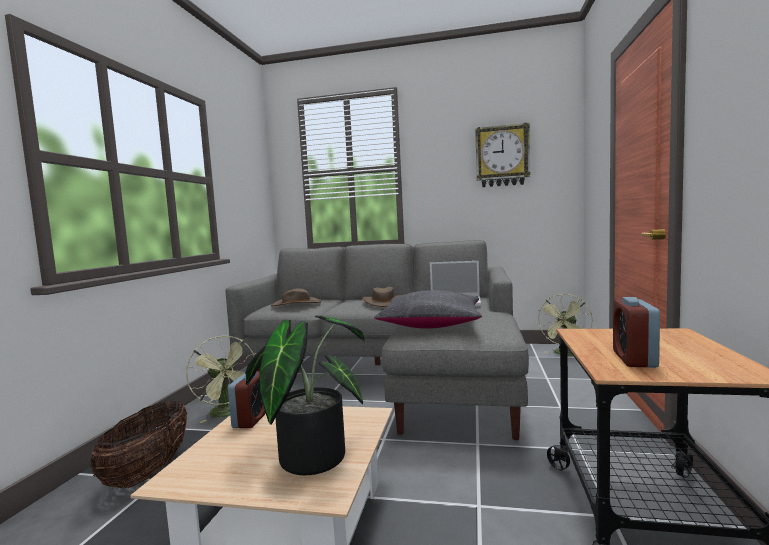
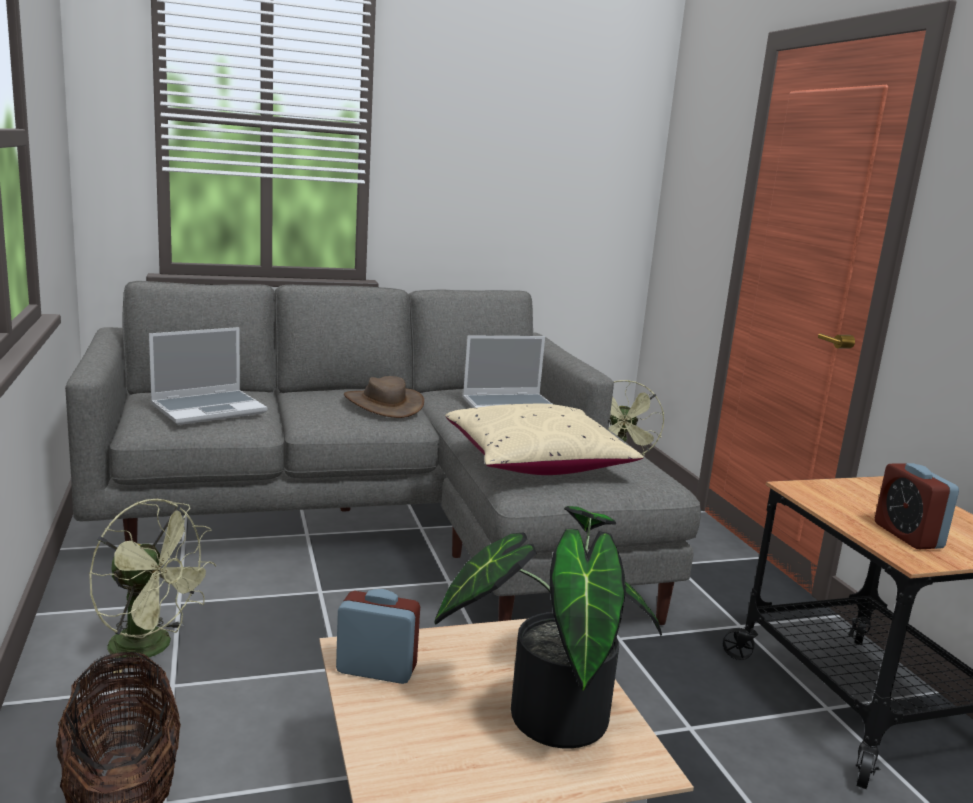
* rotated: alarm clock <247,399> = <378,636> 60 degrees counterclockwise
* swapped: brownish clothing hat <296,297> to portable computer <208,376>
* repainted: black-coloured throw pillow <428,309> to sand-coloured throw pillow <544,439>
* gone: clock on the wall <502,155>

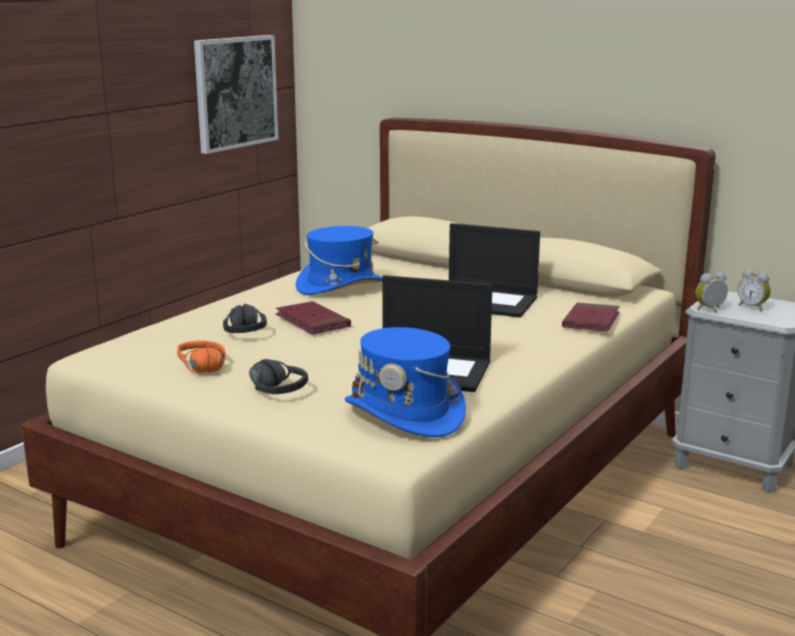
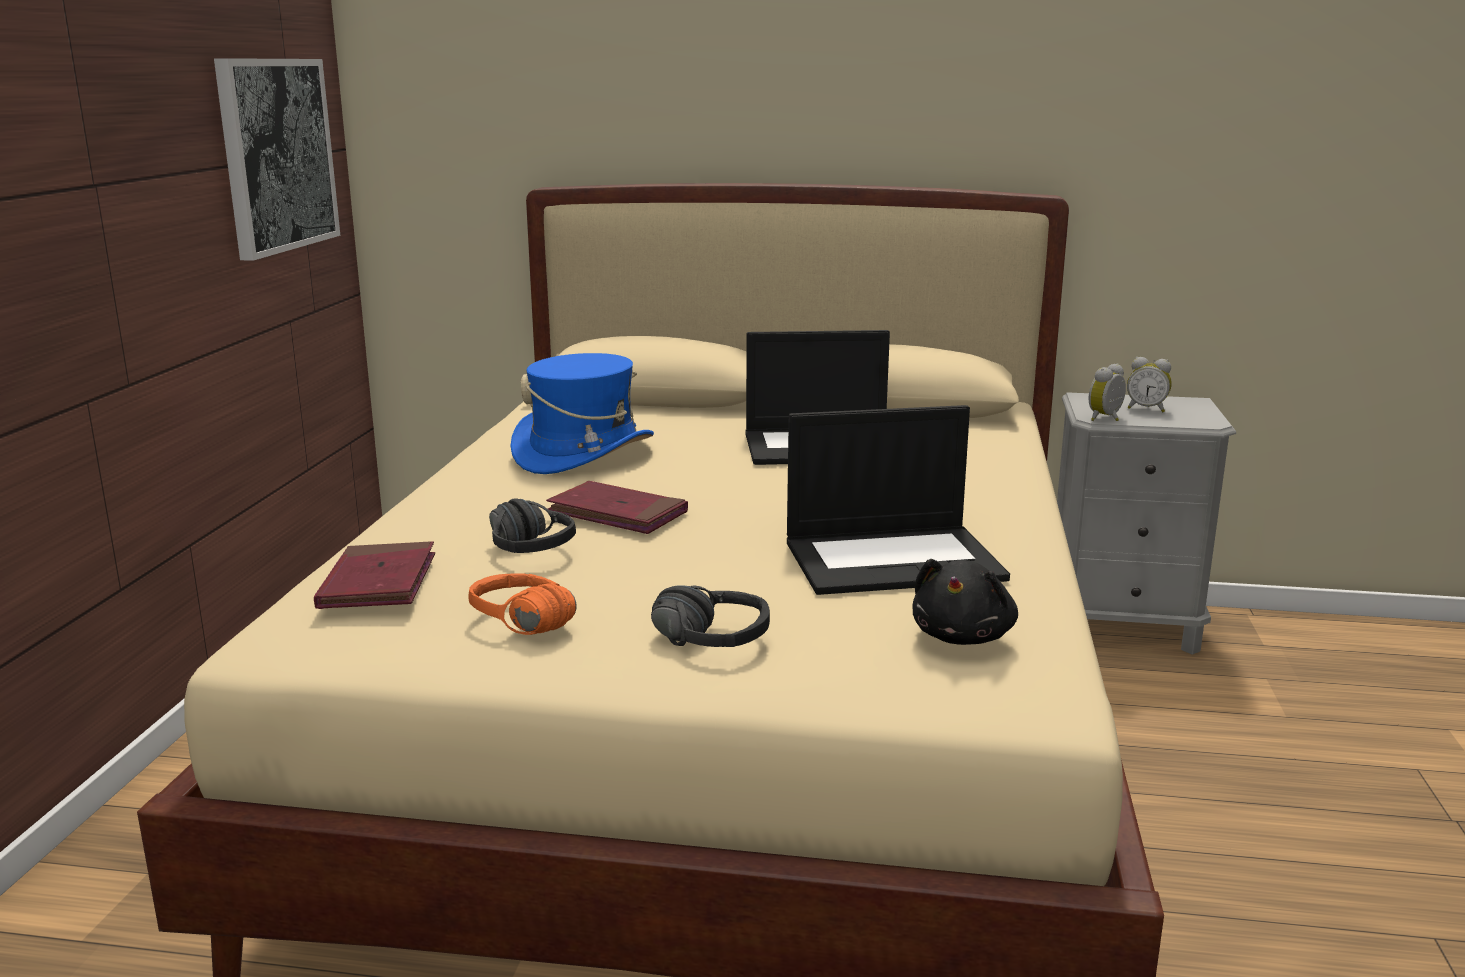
* swapped: blue clothing hat <405,382> to black-coloured cuddly toy <965,602>
* shifted: red-coloured bound book <591,317> to <374,575>

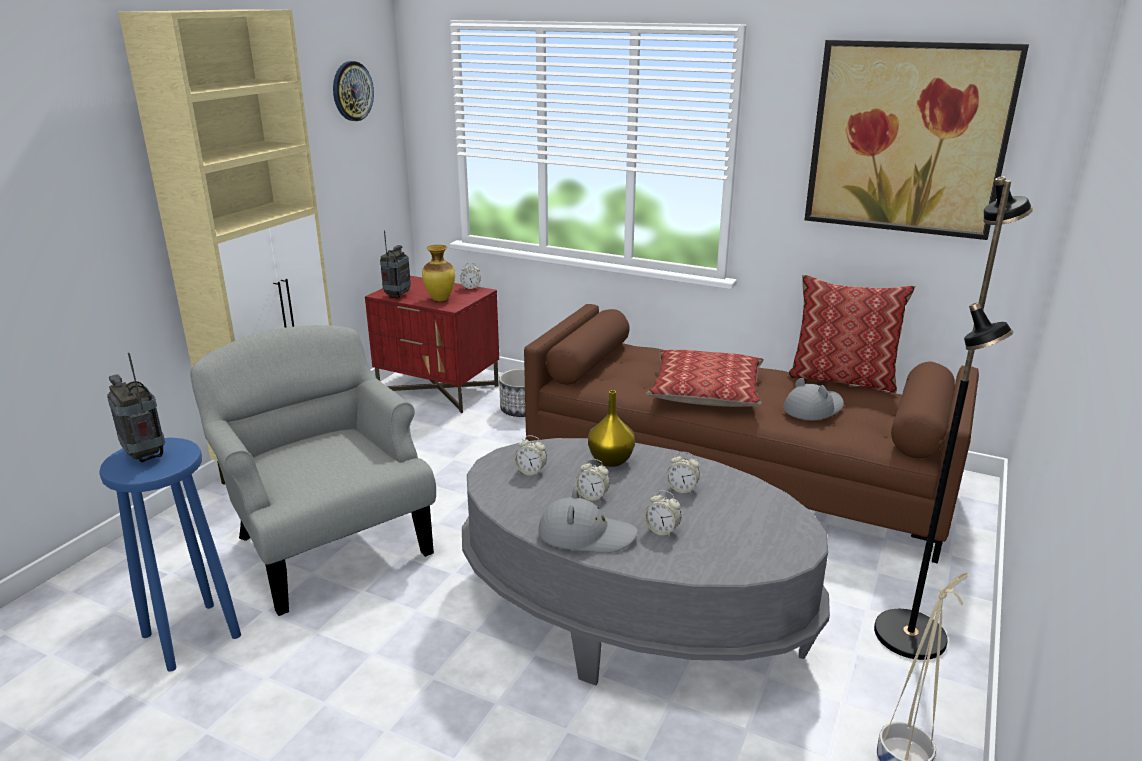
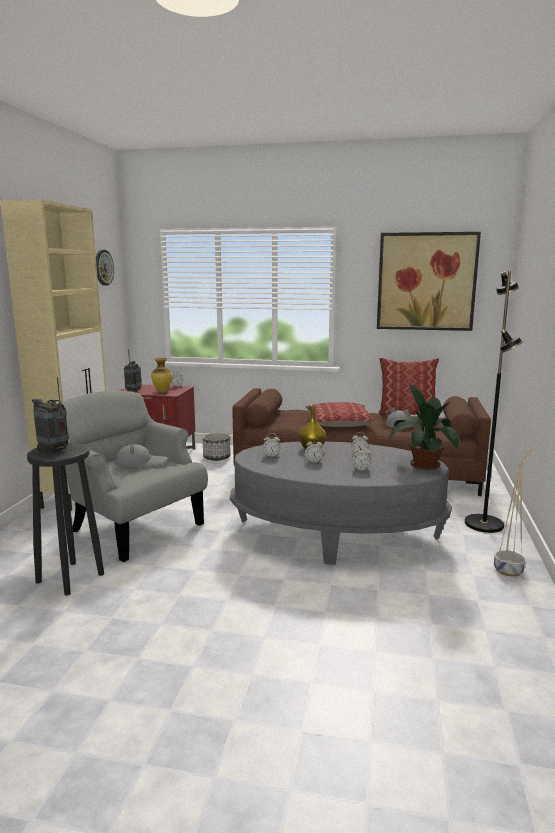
* repainted: blue stool seat <170,555> to black-coloured stool seat <65,519>
* shifted: greyish clothing hat <588,520> to <141,453>
* new: houseplant <424,427>

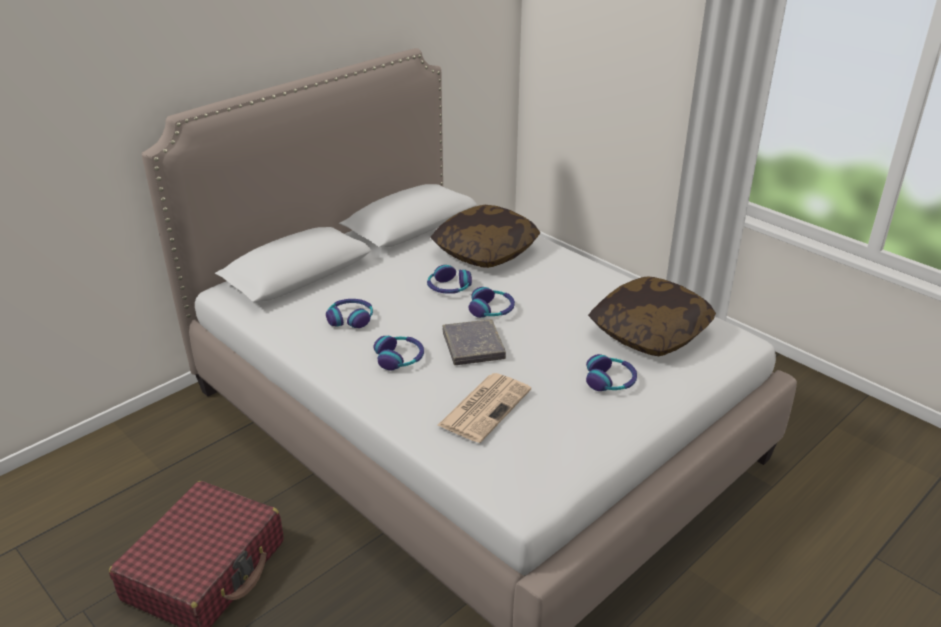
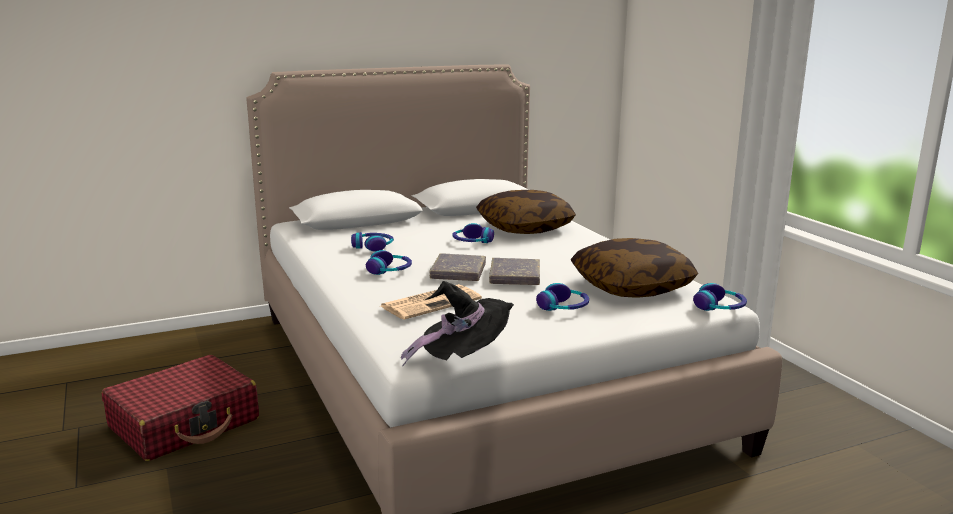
* shifted: headphones <491,302> to <720,297>
* new: black-coloured clothing hat <457,323>
* new: greyish bound book <514,271>

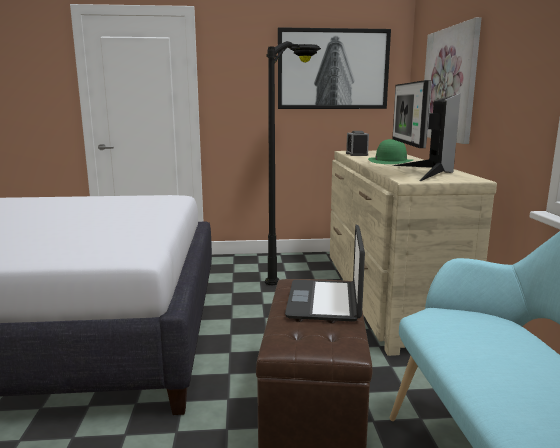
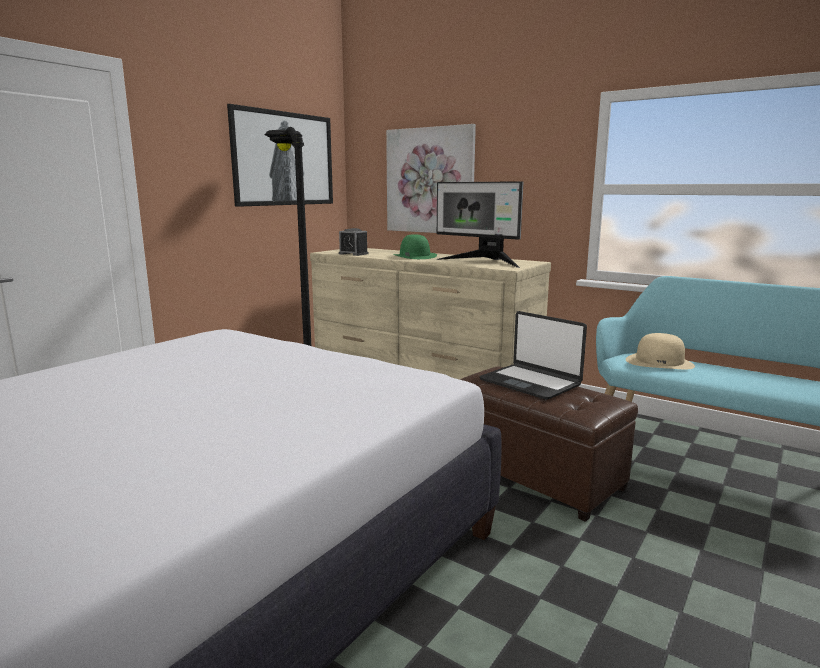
* new: sand-coloured clothing hat <660,351>

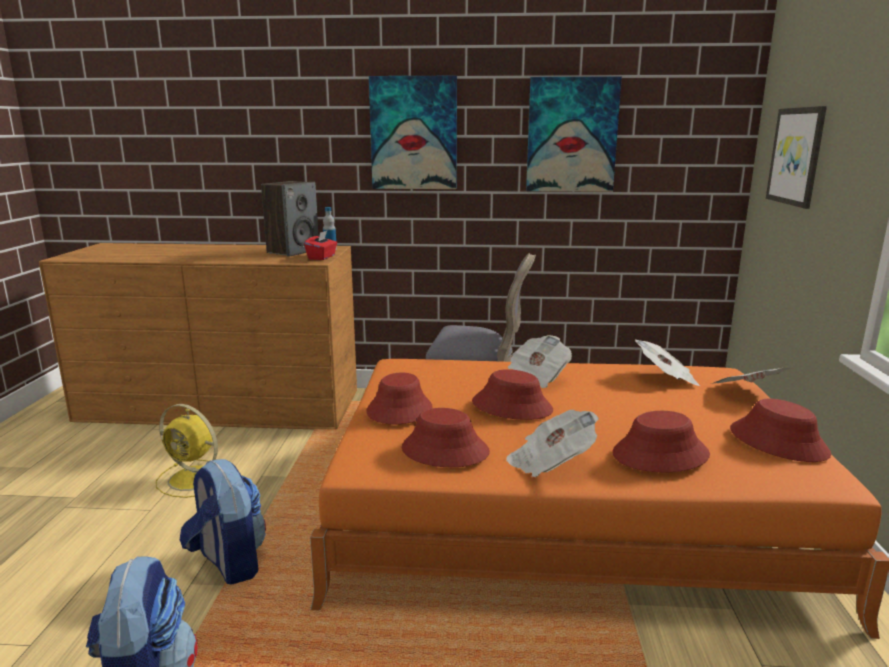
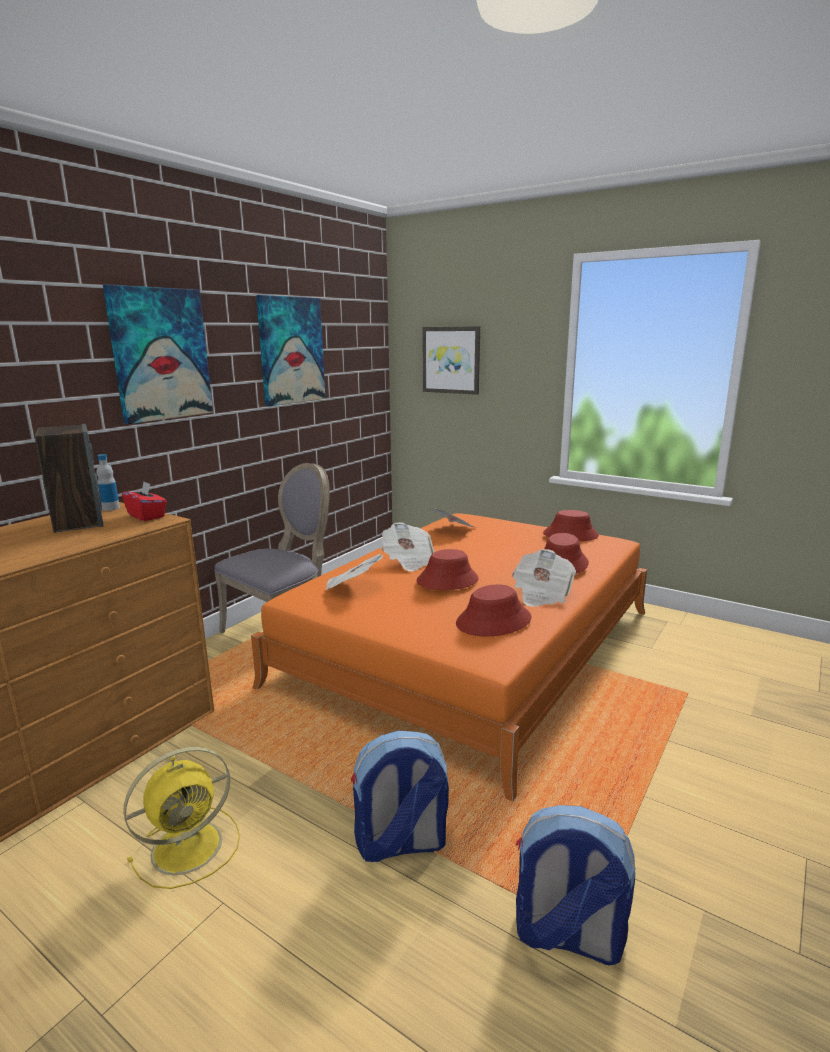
* gone: red-coloured clothing hat <399,398>
* shifted: newspaper <751,376> to <353,572>

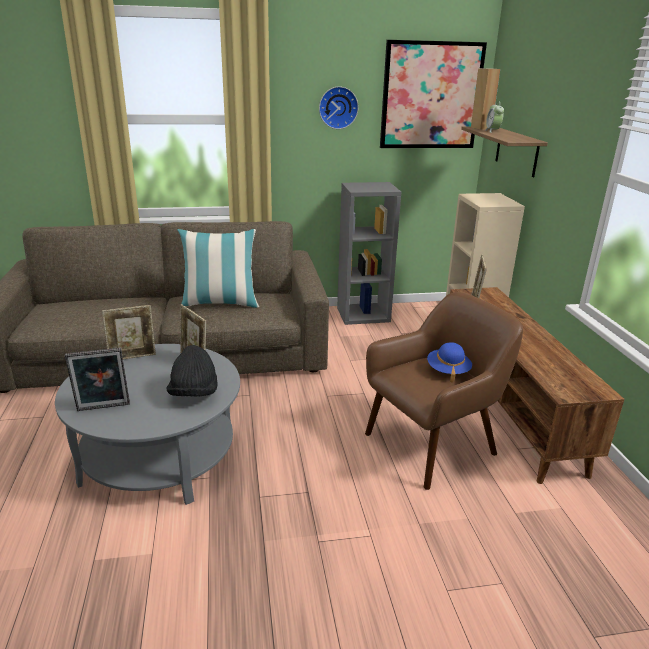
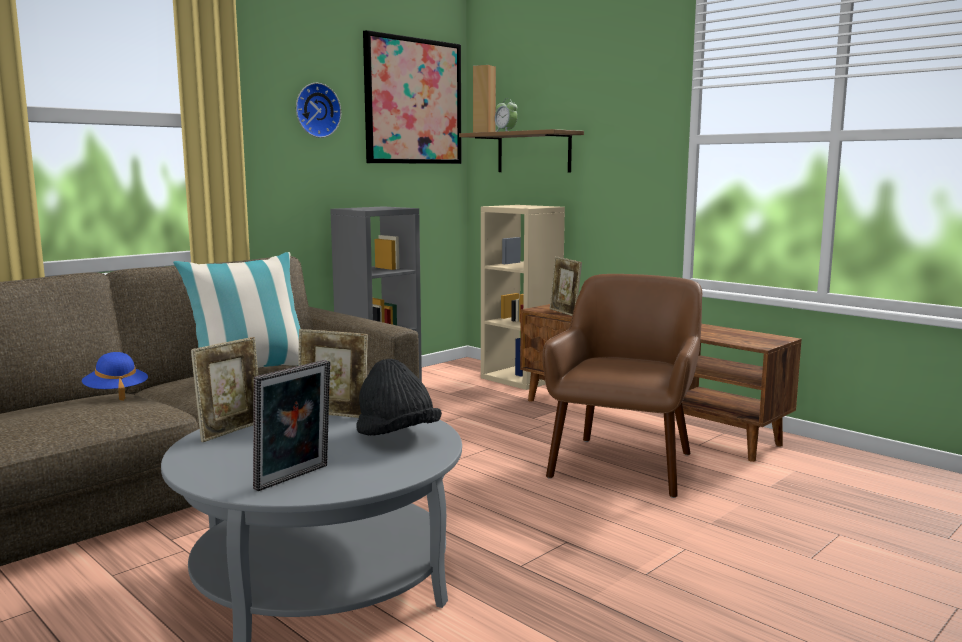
* shifted: blue clothing hat <449,362> to <115,376>

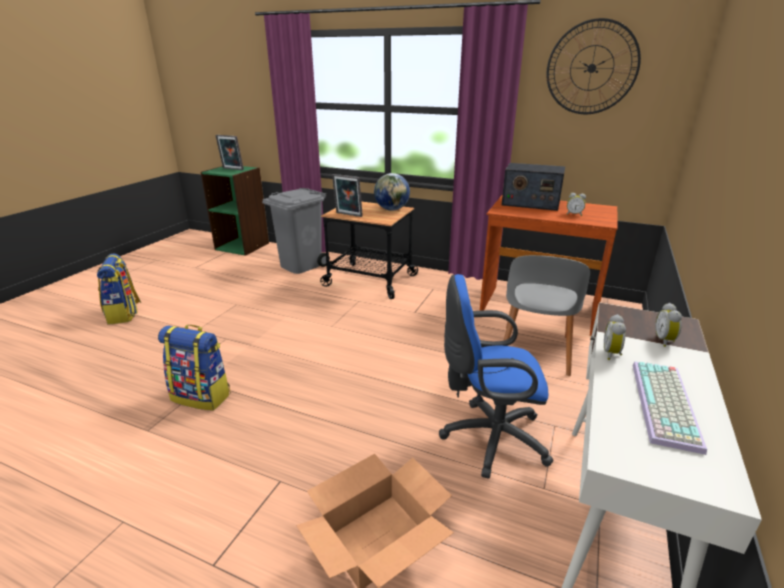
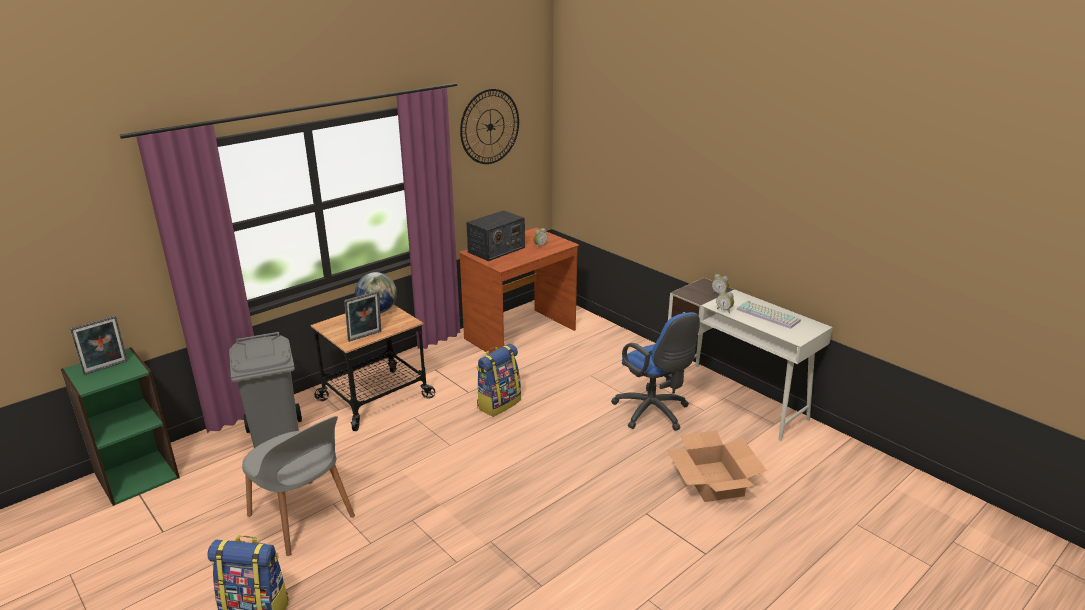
* shifted: knapsack <194,368> to <498,380>
* rotated: blue office chair <496,376> = <655,371> 60 degrees counterclockwise
* shifted: greyish chair <546,315> to <298,486>

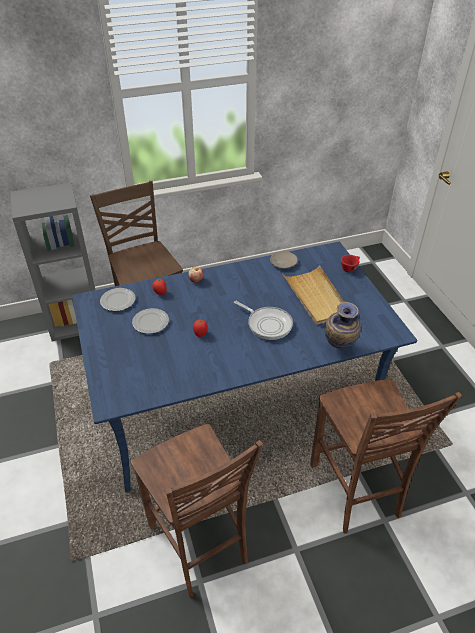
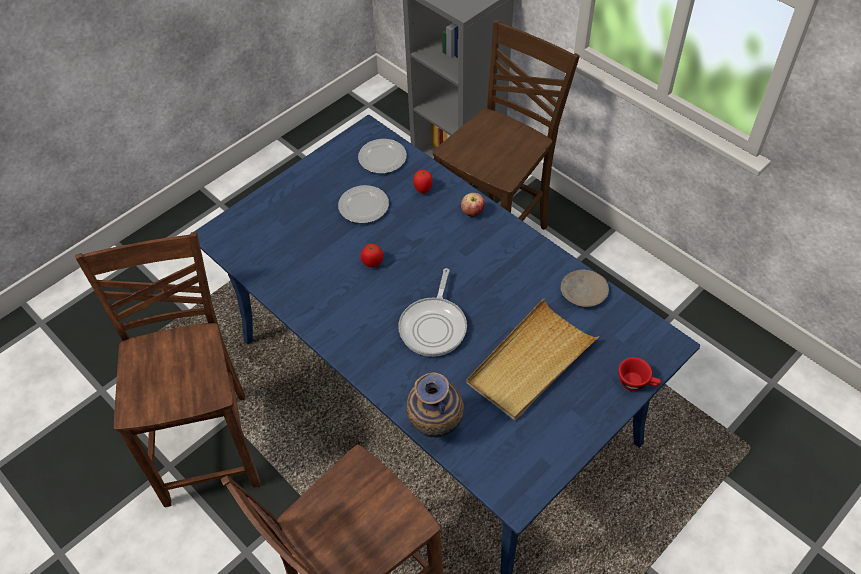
* rotated: brownish chair <197,510> = <167,369> 135 degrees clockwise

